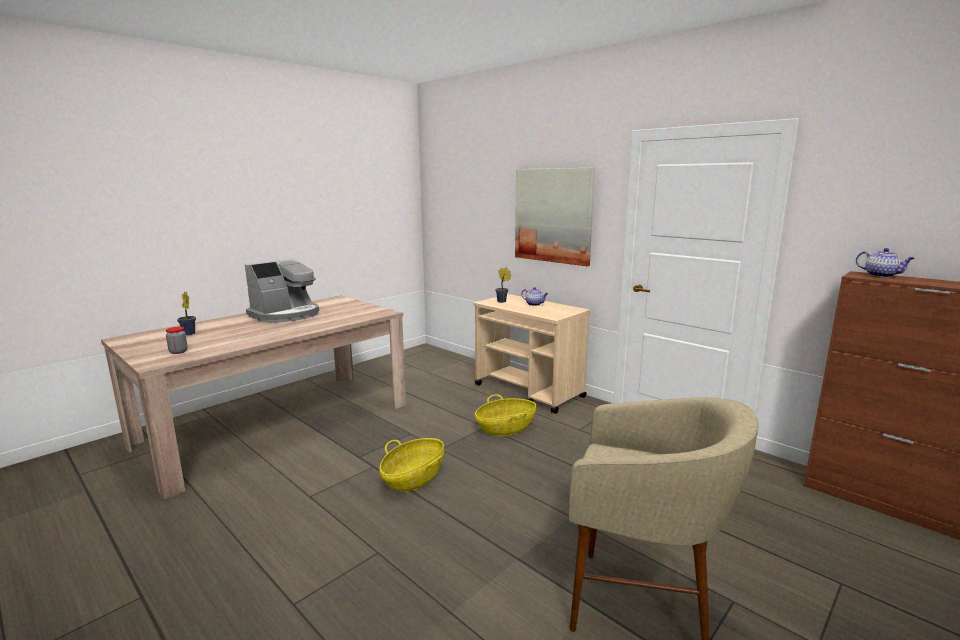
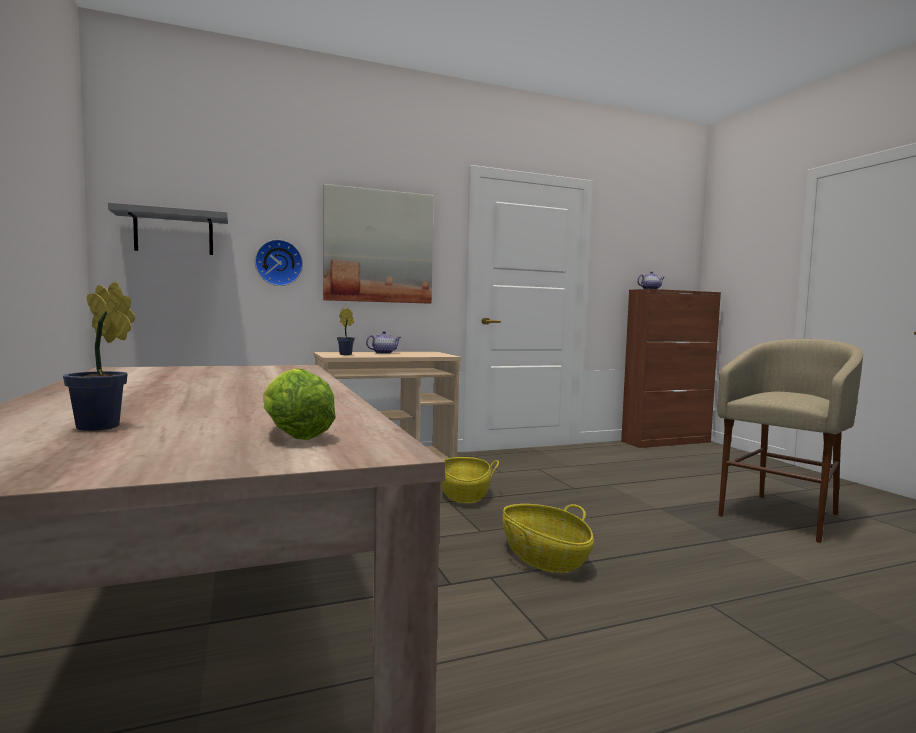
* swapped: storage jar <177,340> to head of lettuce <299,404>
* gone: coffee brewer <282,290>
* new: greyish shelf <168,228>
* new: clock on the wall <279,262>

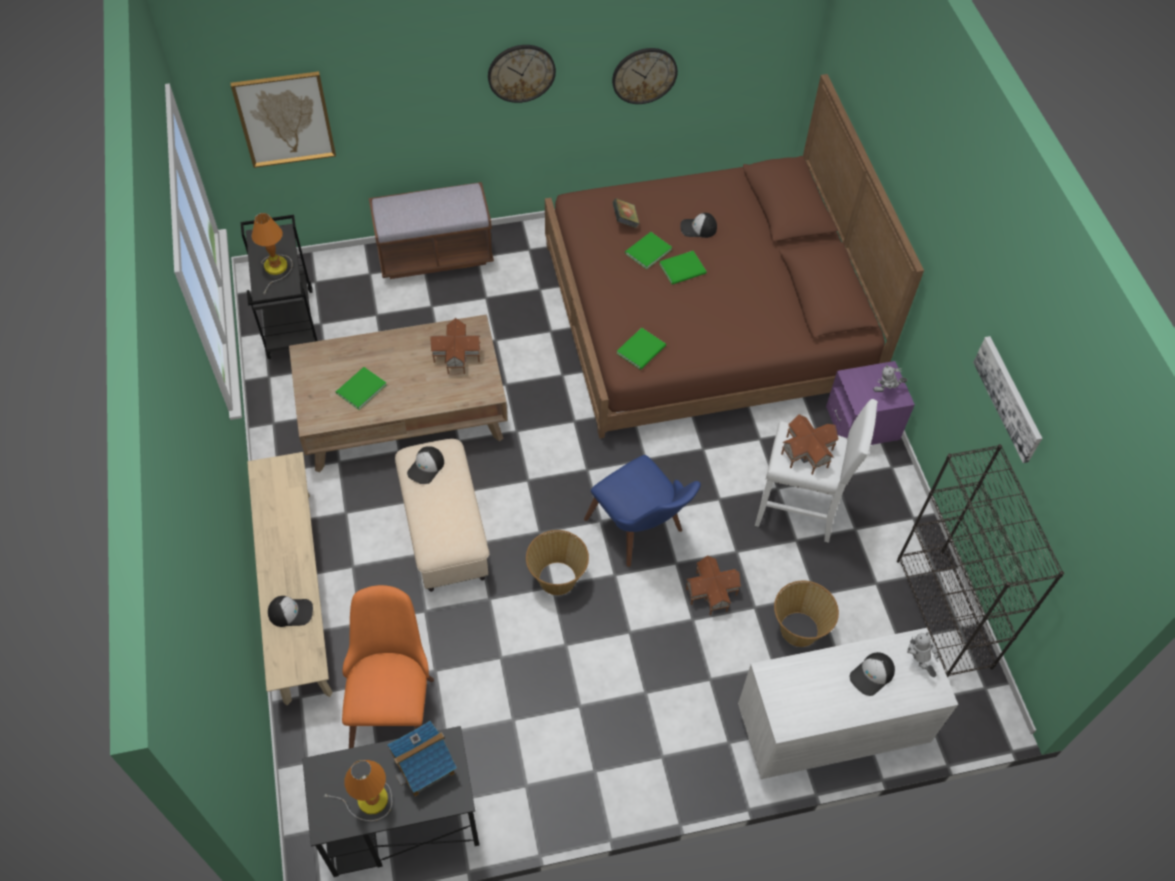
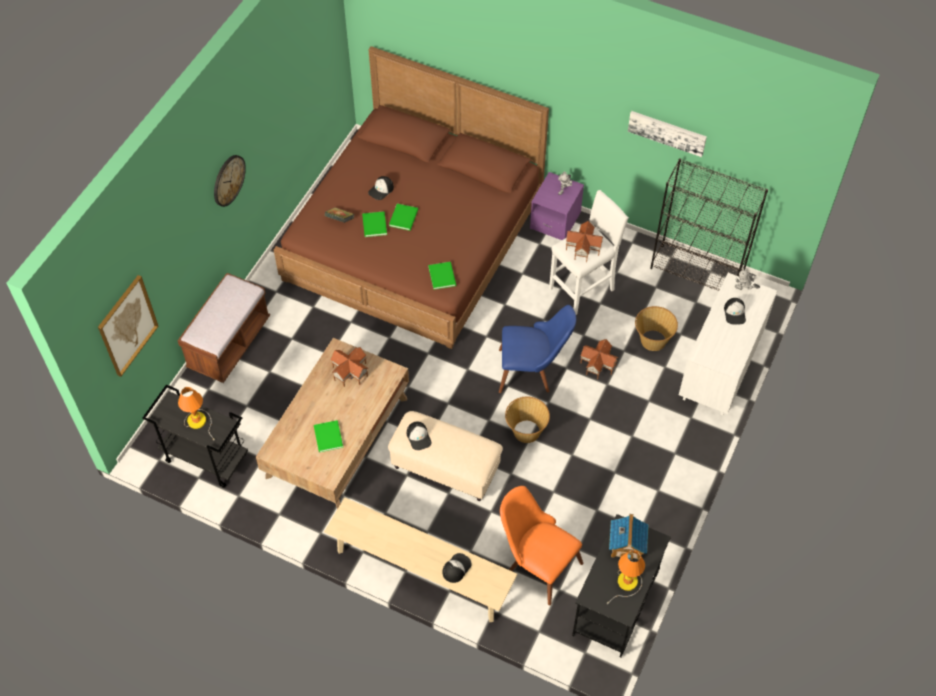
* gone: clock on the wall <645,76>

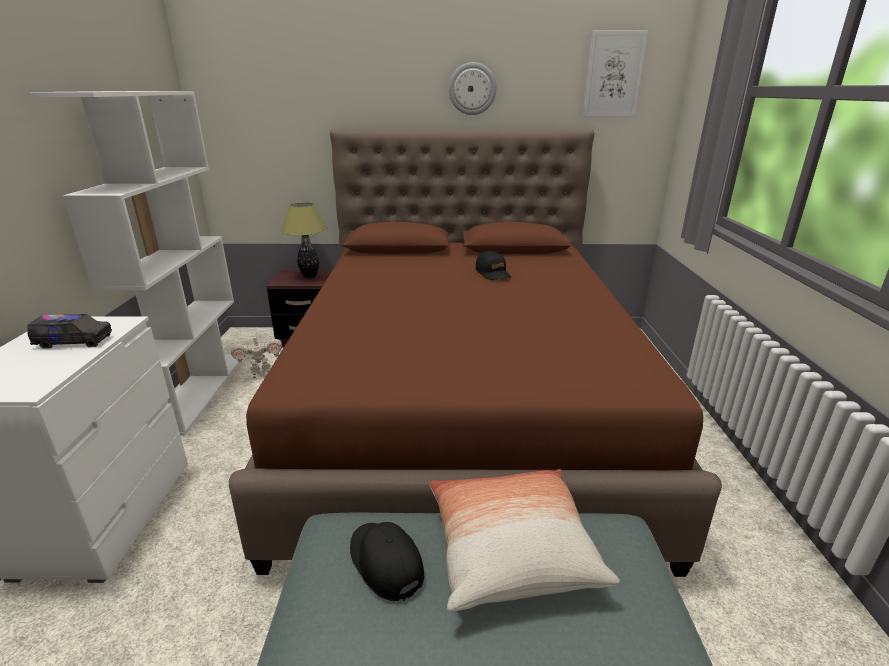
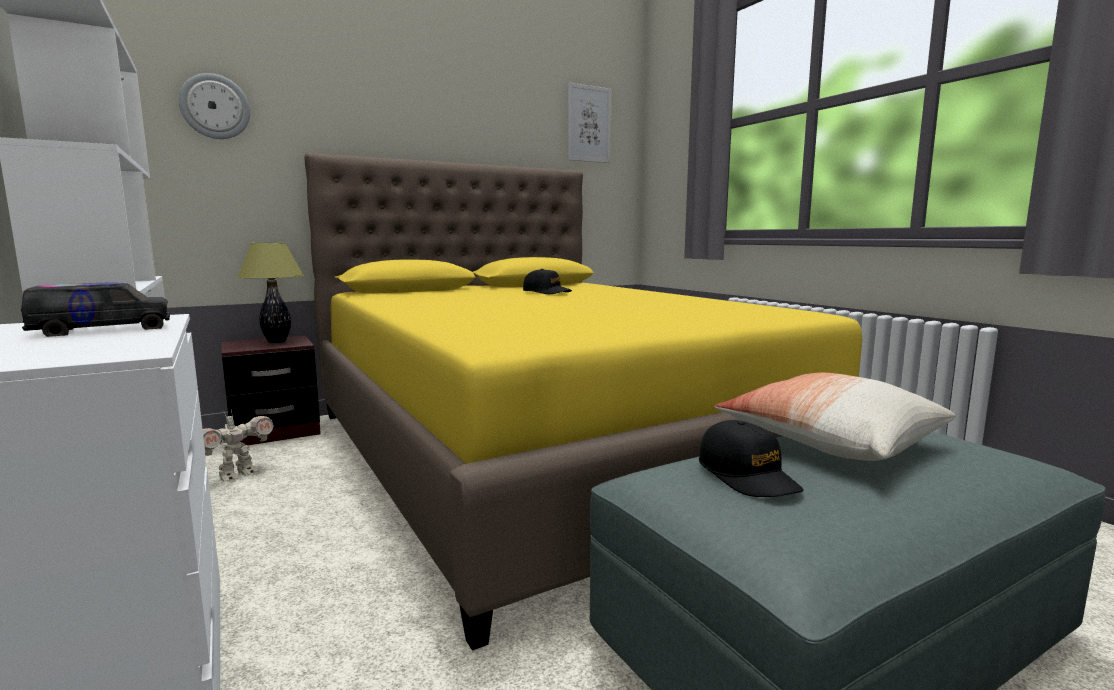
* repainted: brownish bed <475,353> to yellow-coloured bed <583,402>
* rotated: black-coloured peaked cap <387,561> = <751,458> 135 degrees counterclockwise
* shifted: clock on the wall <473,88> to <214,106>

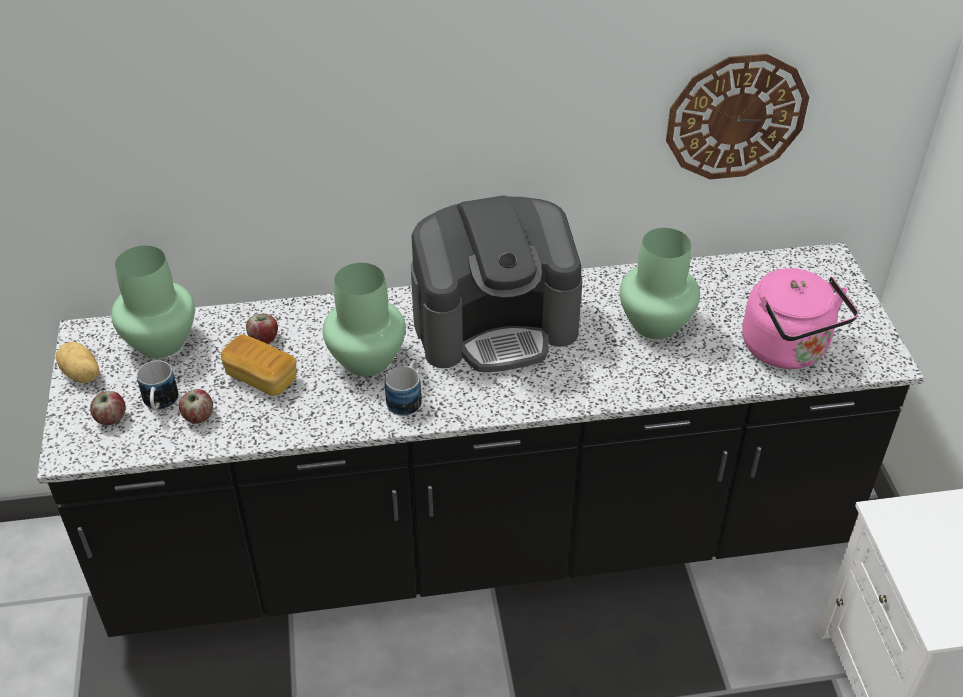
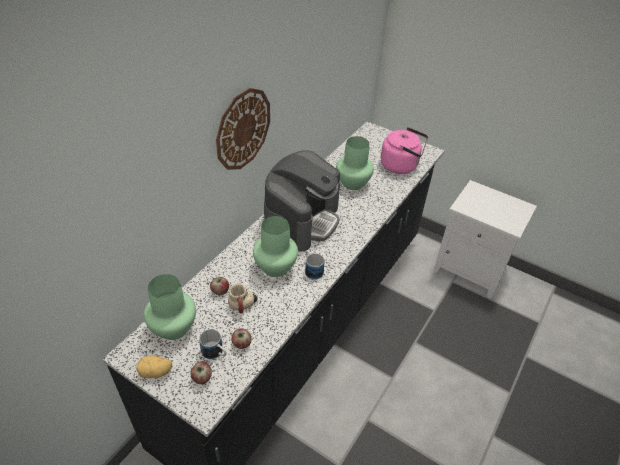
* swapped: bakery bread <258,365> to coffee mug <242,298>
* shifted: clock on the wall <737,116> to <243,129>

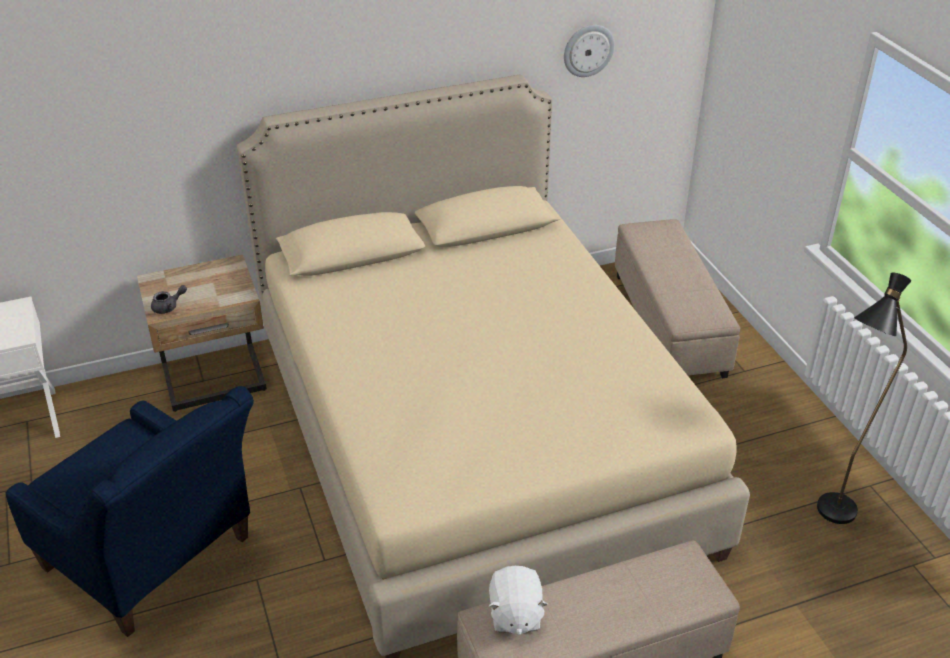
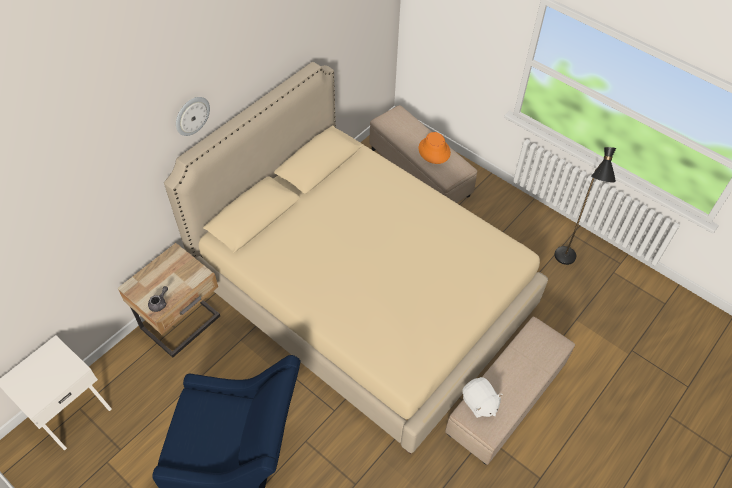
* shifted: clock on the wall <589,51> to <193,116>
* new: orangey clothing hat <435,148>

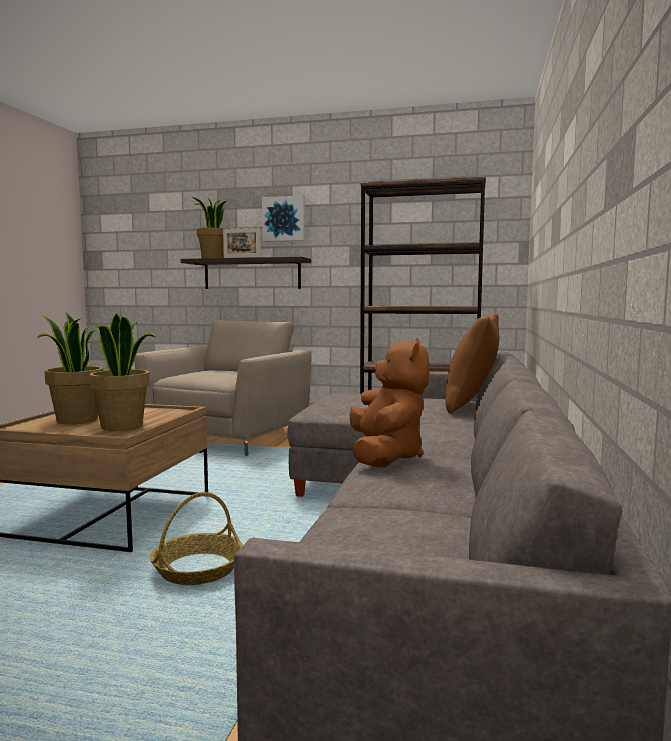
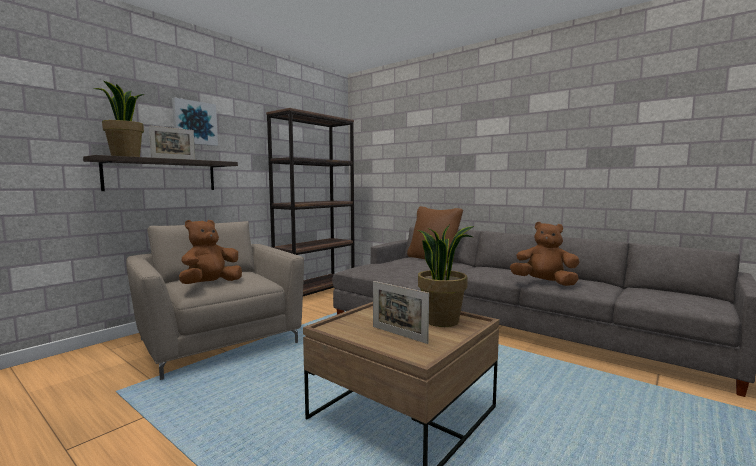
* swapped: houseplant <70,368> to photo frame <401,312>
* gone: storage basket <196,538>
* new: brownish cuddly toy <210,252>

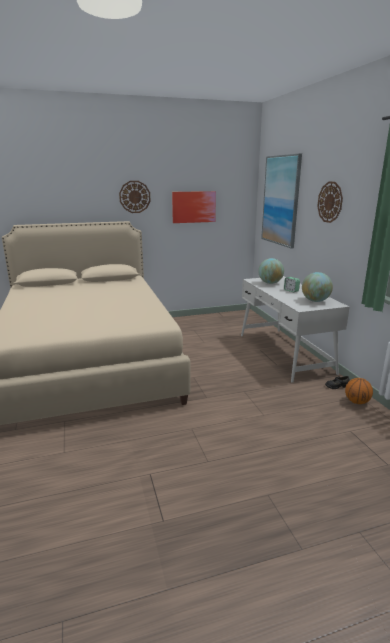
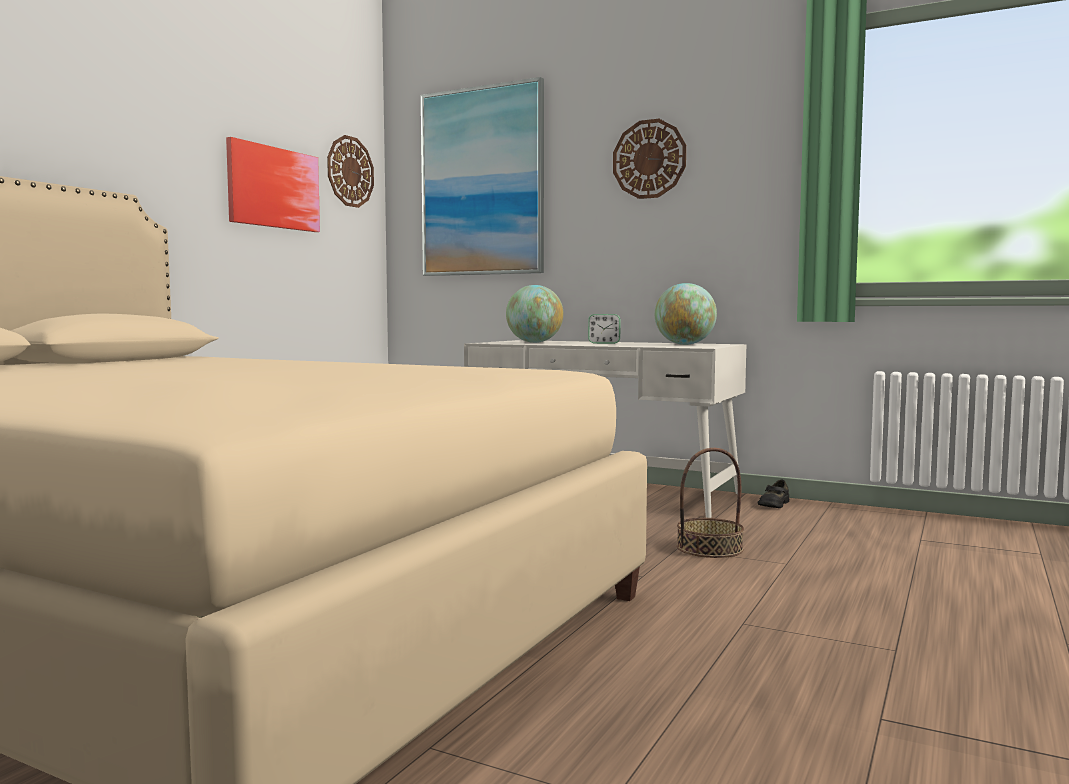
* shifted: clock on the wall <134,197> to <350,171>
* gone: basketball ball <359,391>
* new: storage basket <710,503>

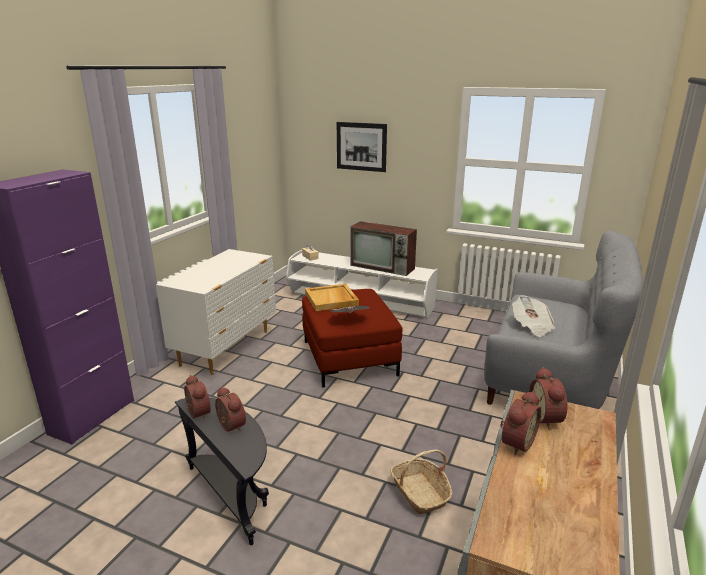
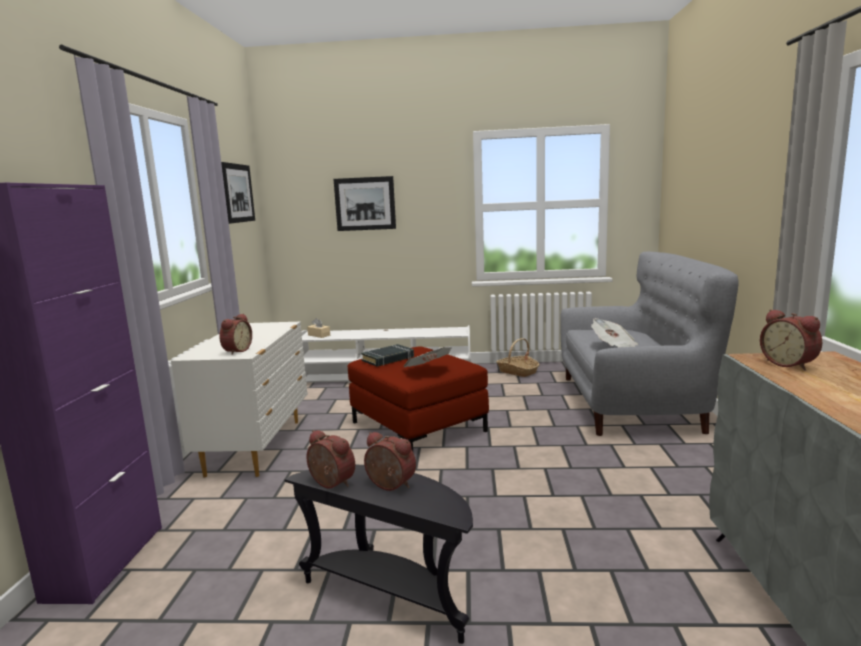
* swapped: sand-coloured tray <332,297> to black-coloured bound book <387,355>
* gone: TV set <383,248>
* shifted: storage basket <421,481> to <518,357>
* shifted: alarm clock <520,423> to <235,334>
* new: wall art <238,193>

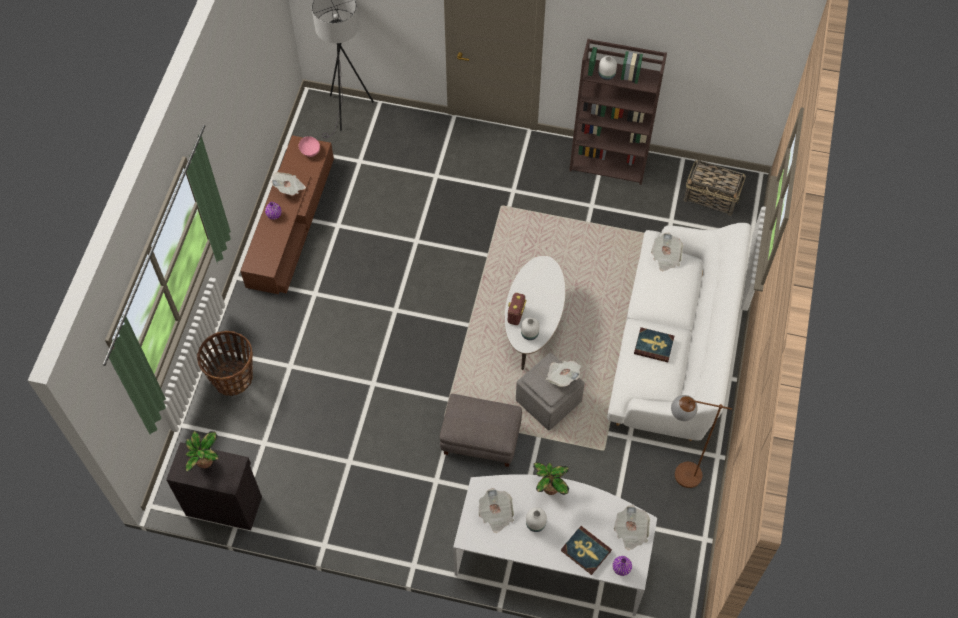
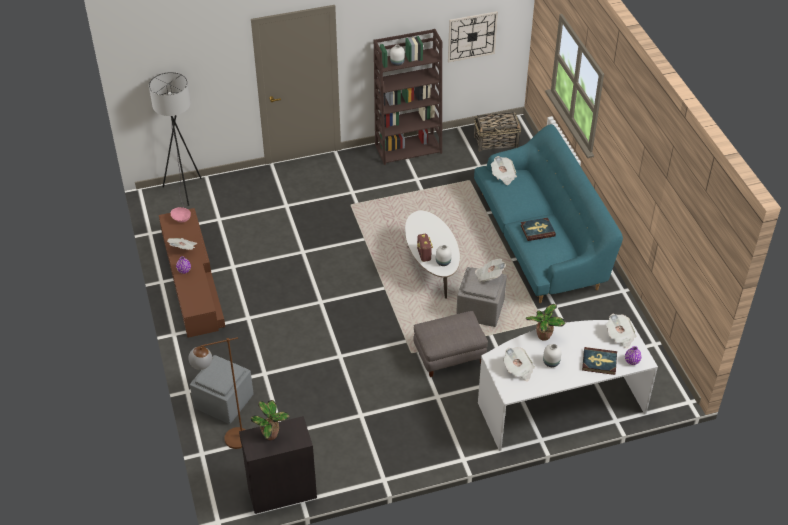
* swapped: storage basket <225,363> to greyish footrest <222,389>
* repainted: white-coloured sofa <679,332> to blue-green sofa <548,213>
* shifted: brownish standing lamp <701,441> to <217,393>
* new: clock on the wall <473,36>

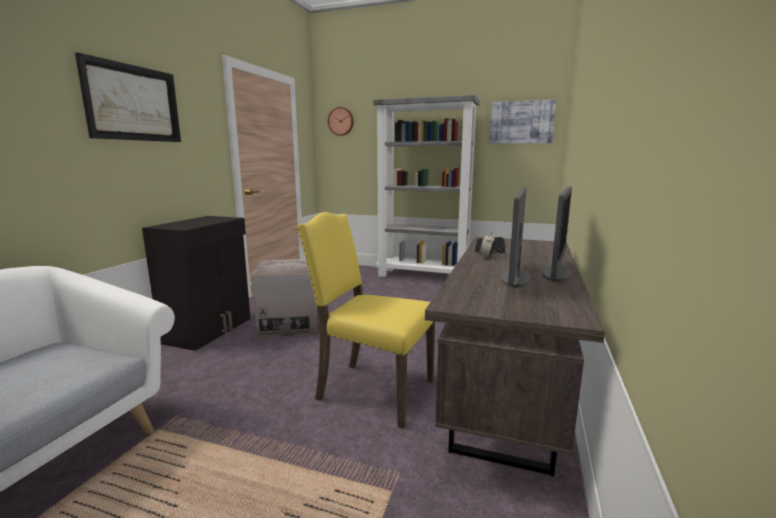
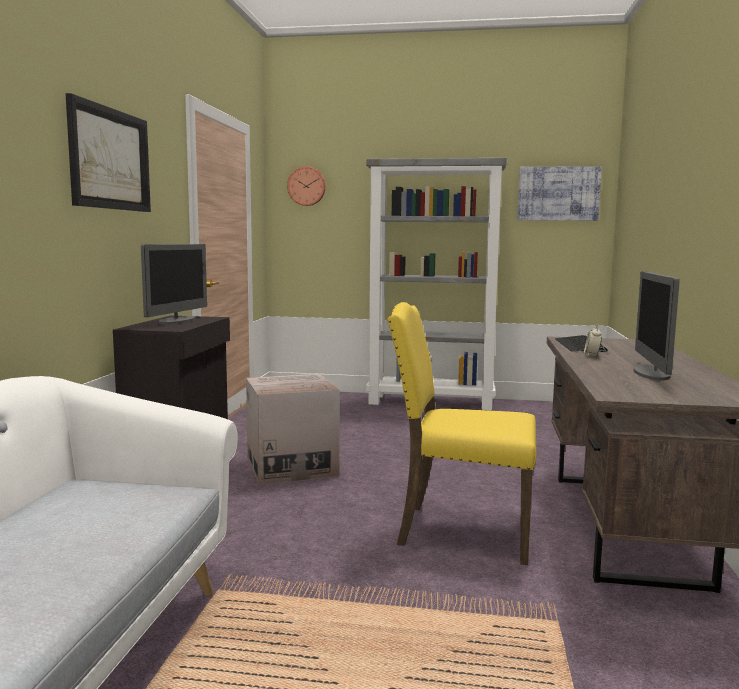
* shifted: monitor <557,234> to <174,284>

